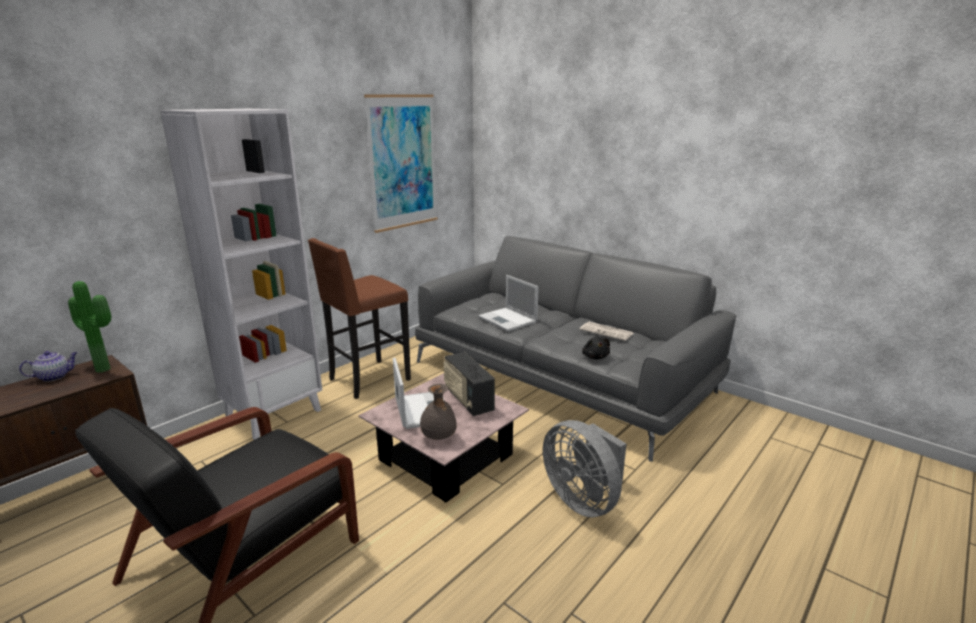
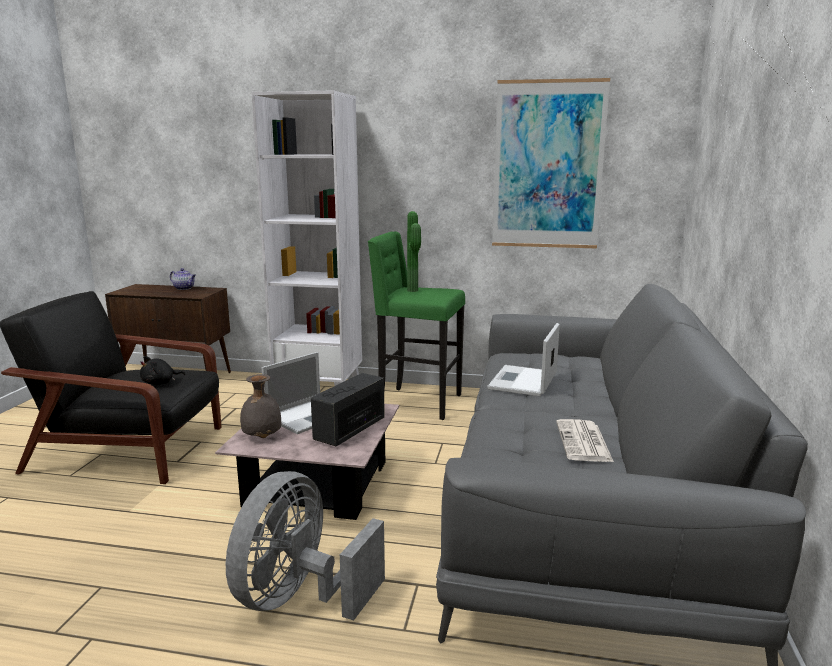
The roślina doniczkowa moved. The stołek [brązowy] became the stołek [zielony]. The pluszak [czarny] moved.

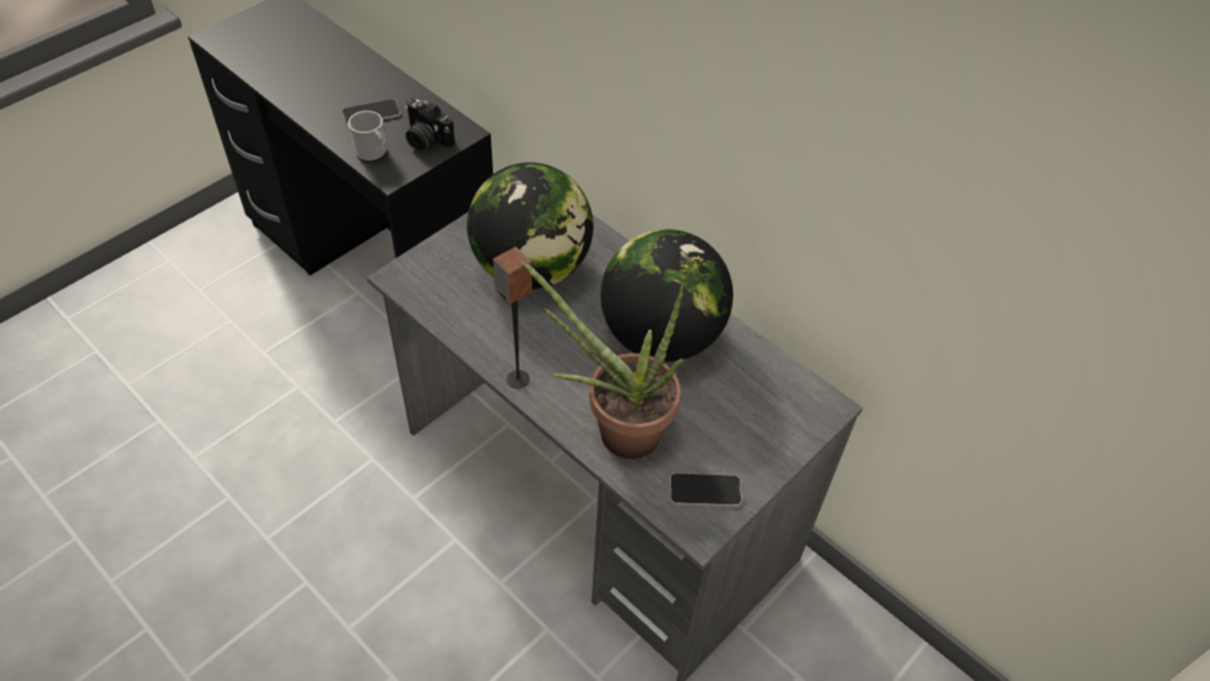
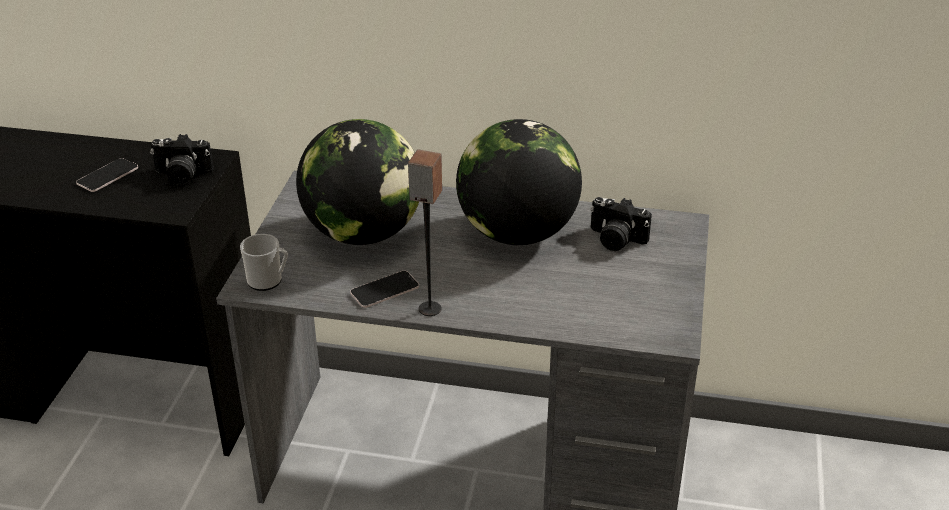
The kubek moved. The roślina doniczkowa disappeared. The telefon (no. 2 from left) moved. The aparat fotograficzny (no. 2 from left) appeared.

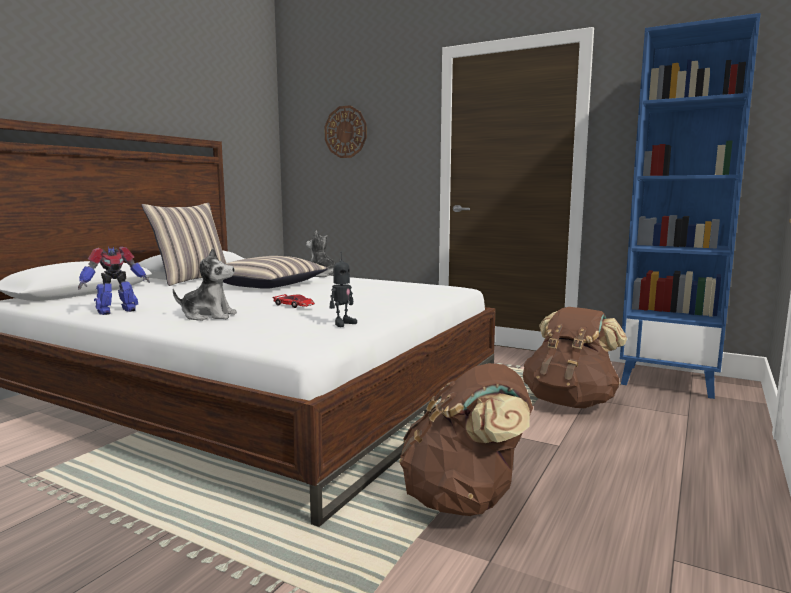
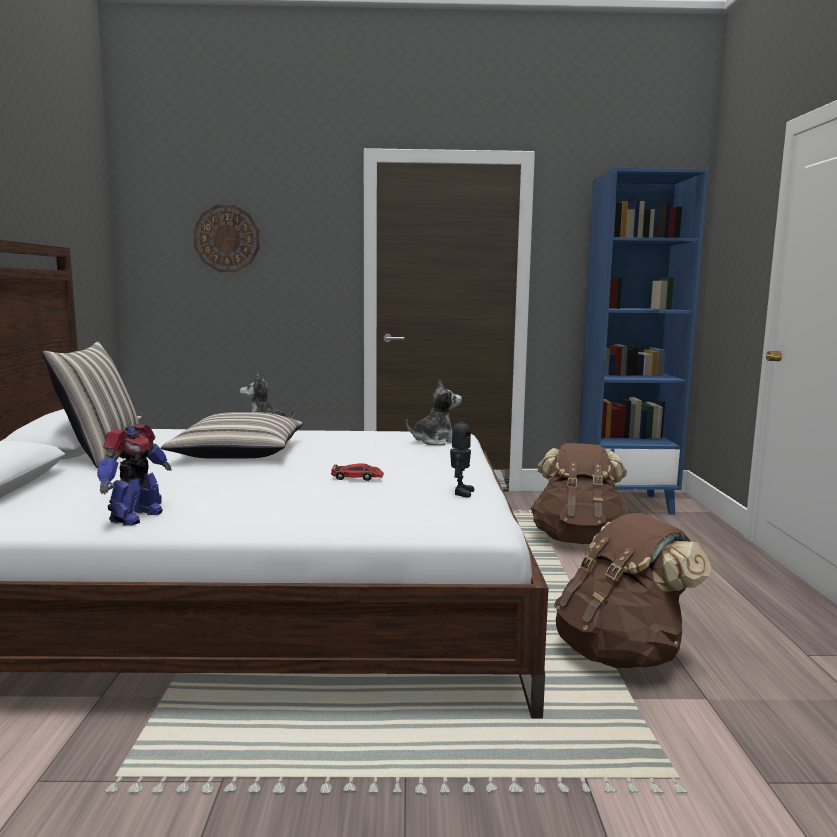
The pluszak (no. 1 from left in the first image) moved.

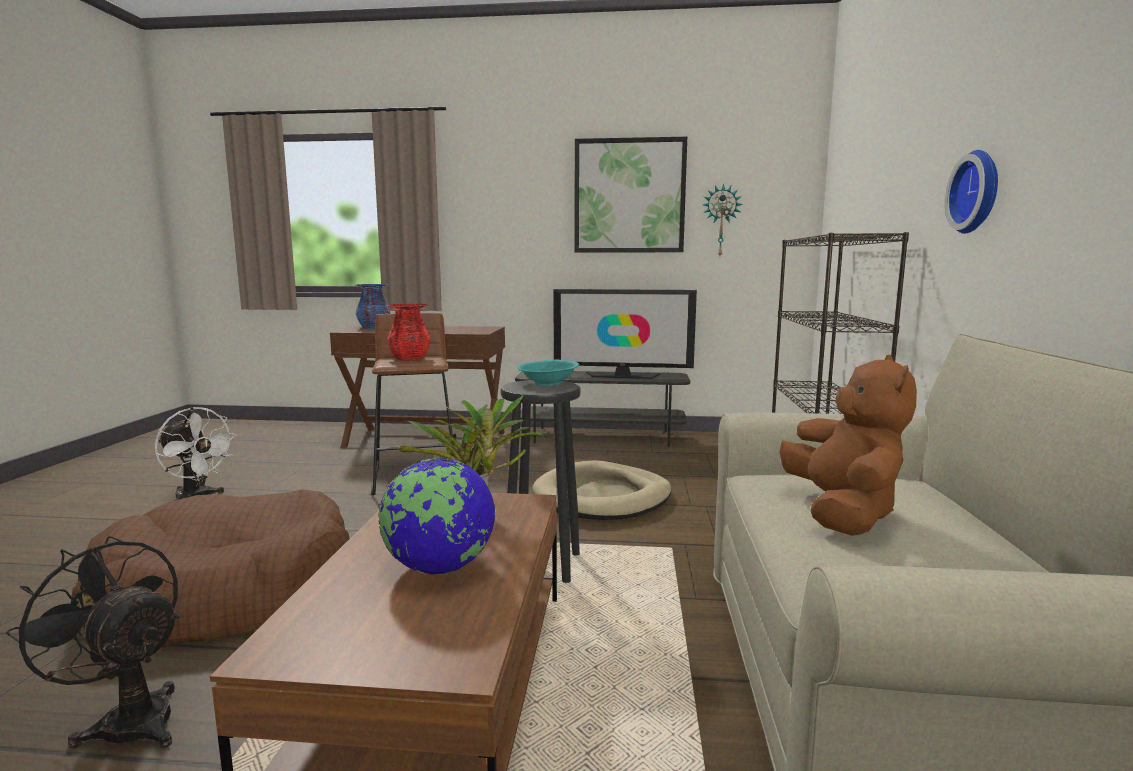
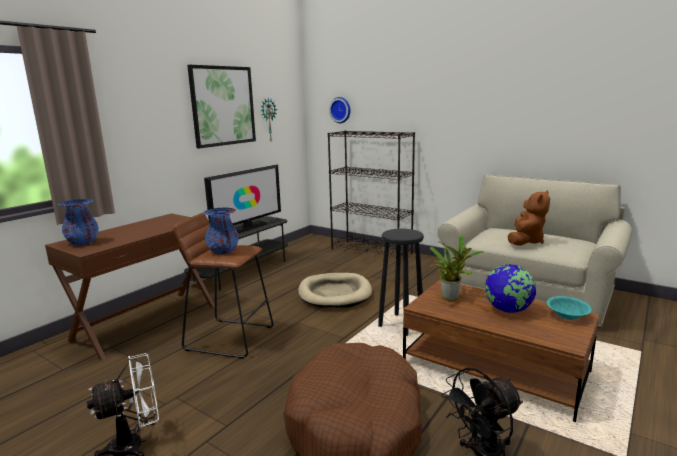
The wazon [czerwony] became the wazon [niebieski] (no. 2 from left). The miska [turkusowy] moved. The pluszak [brązowy] turned 90 degrees clockwise. The zegar ścienny (no. 2 from left) moved.

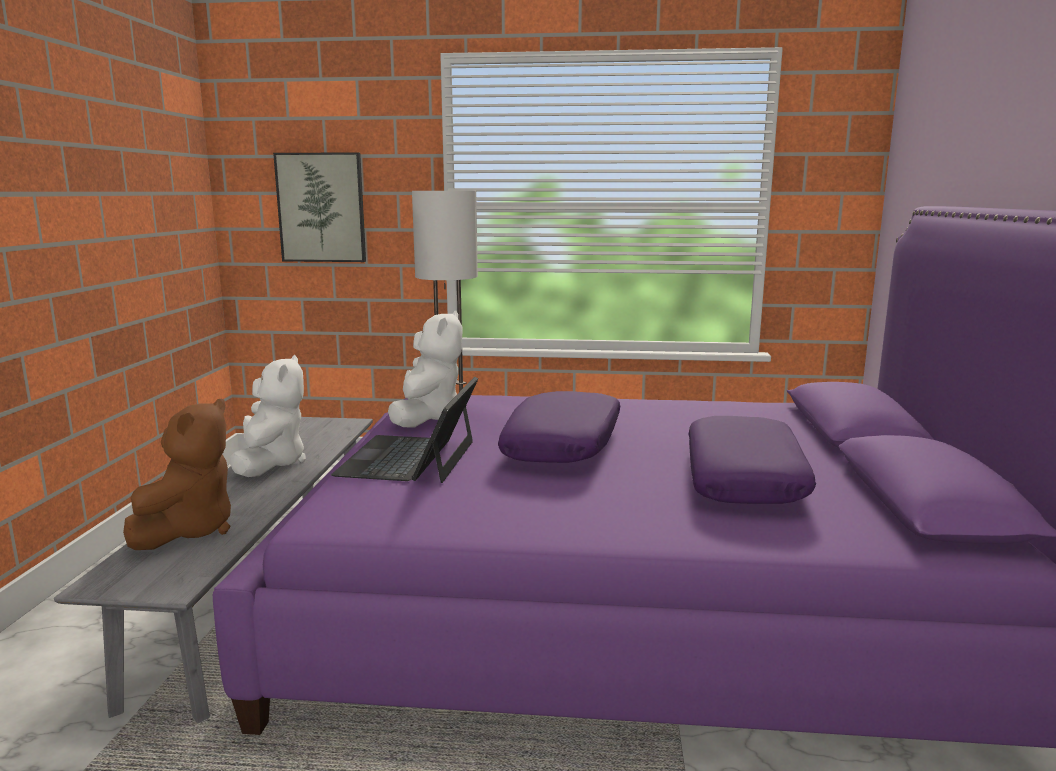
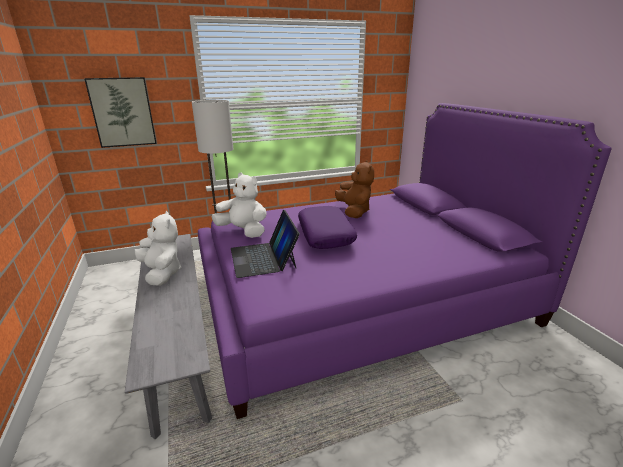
The pluszak [brązowy] moved. The pluszak [biały] (no. 2 from left) turned 45 degrees counterclockwise. The poduszka [fioletowy] (no. 2 from left) disappeared.

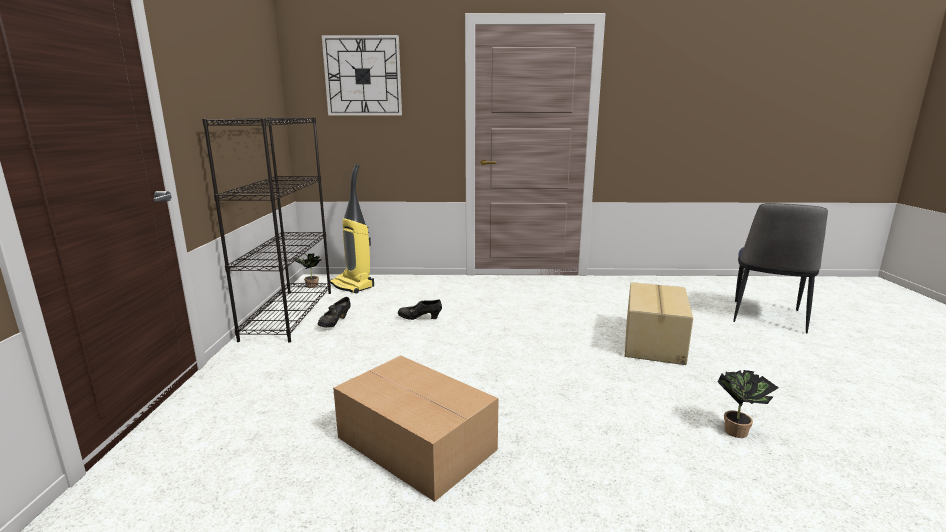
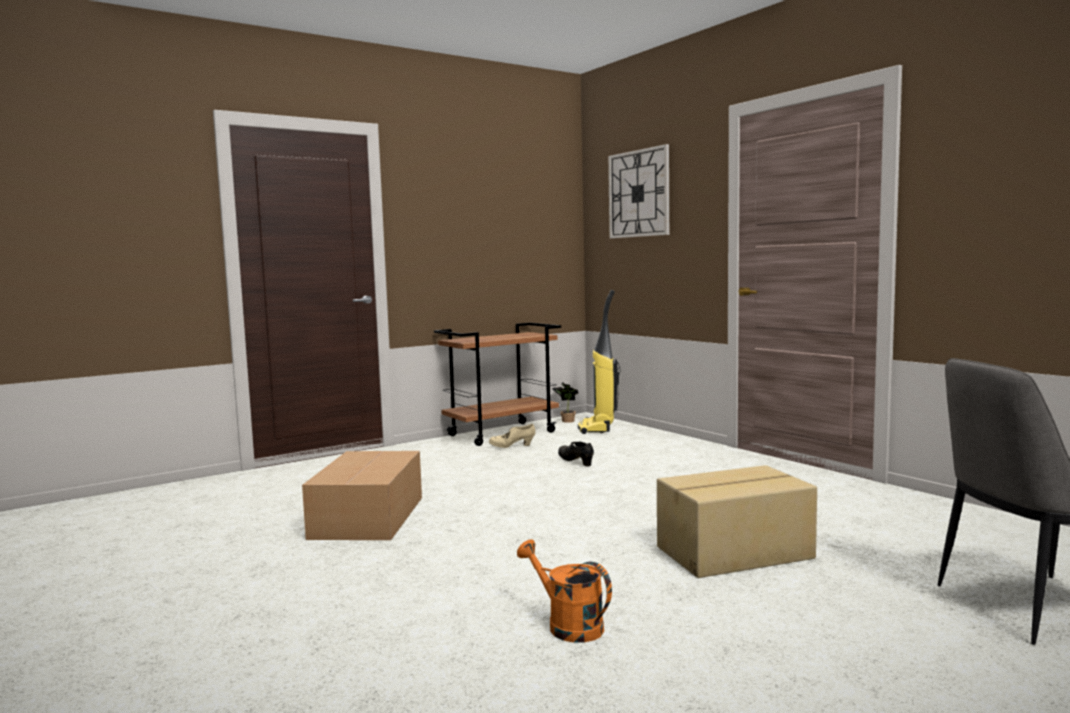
The regał [czarny] was replaced by the wózek [brązowy]. The but [czarny] (no. 1 from left) became the but [beżowy]. The roślina doniczkowa (no. 2 from left) was replaced by the konewka [pomarańczowy].

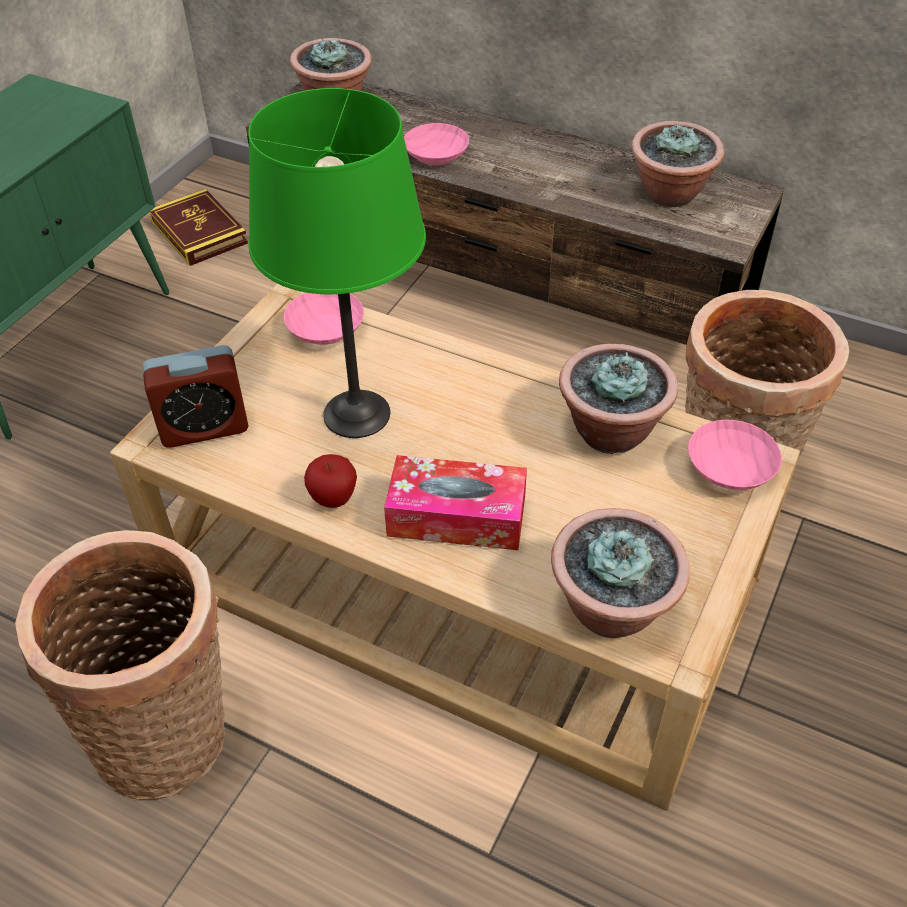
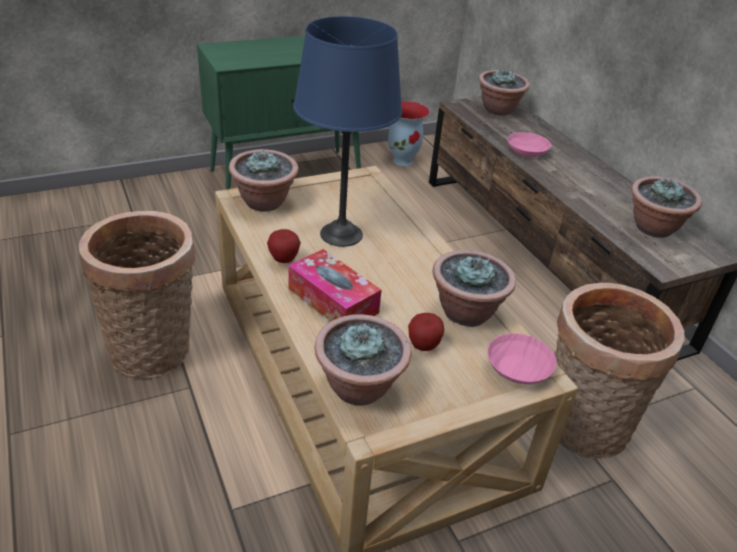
The budzik was replaced by the roślina doniczkowa (no. 1 from left). The książka was replaced by the wazon. The lampa stołowa [zielony] became the lampa stołowa [niebieski]. The miska [różowy] (no. 1 from left) disappeared. The jabłko (no. 2 from left) appeared.

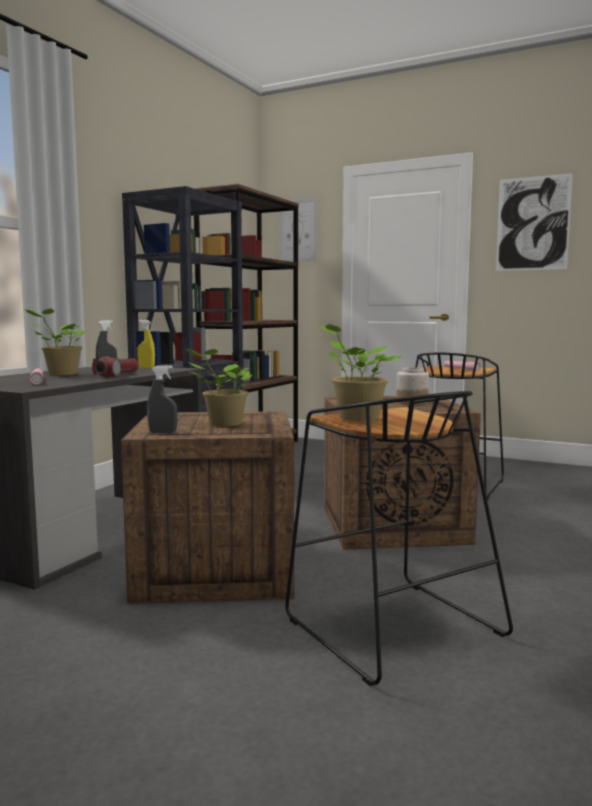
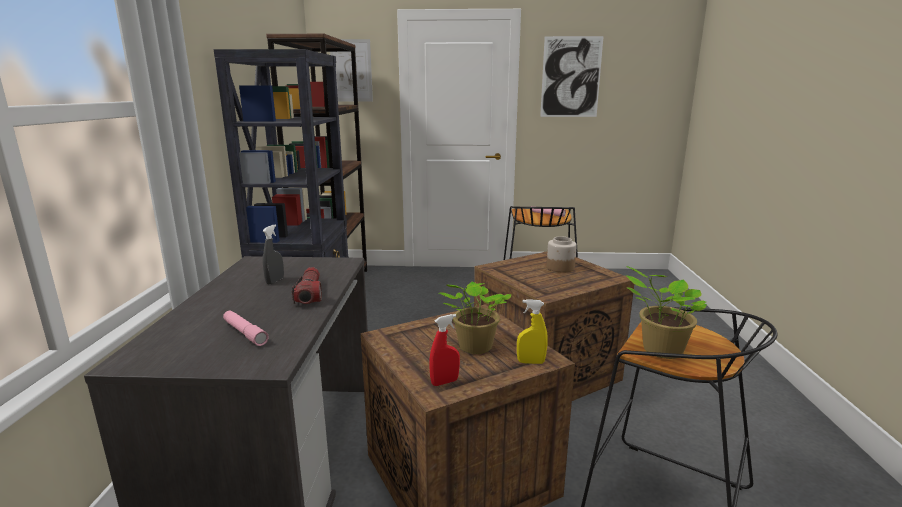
The roślina doniczkowa (no. 1 from left) disappeared. The spryskiwacz [żółty] moved. The spryskiwacz [szary] (no. 2 from left) became the spryskiwacz [czerwony].

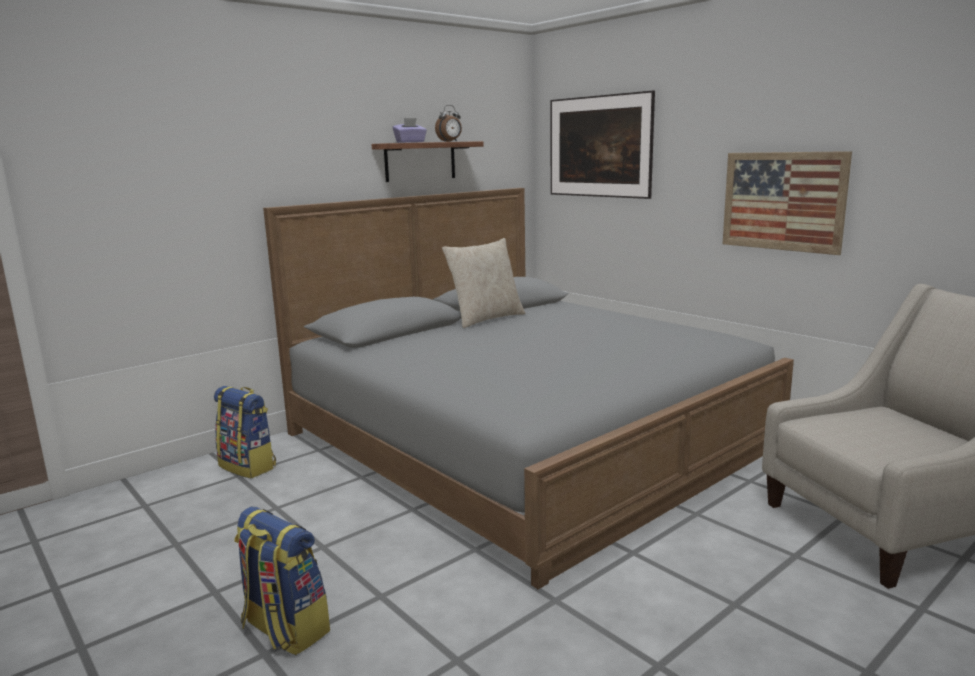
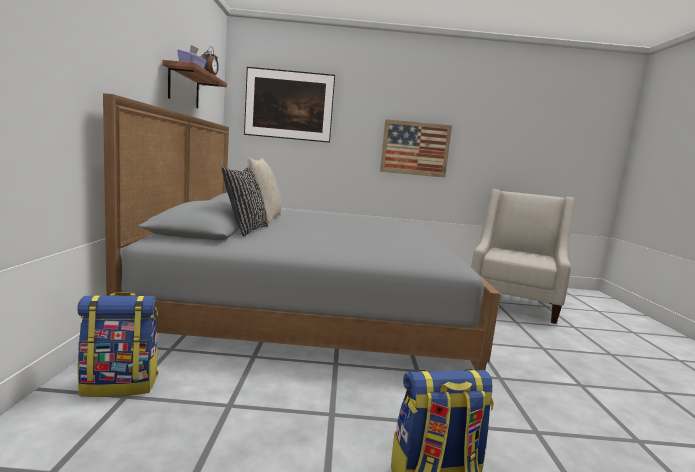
The poduszka [czarny] appeared.

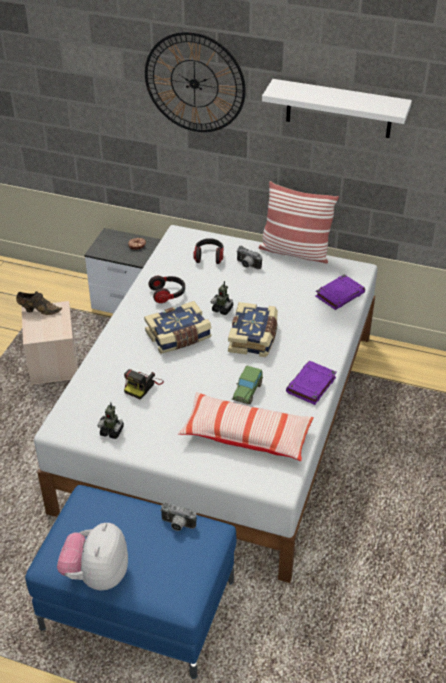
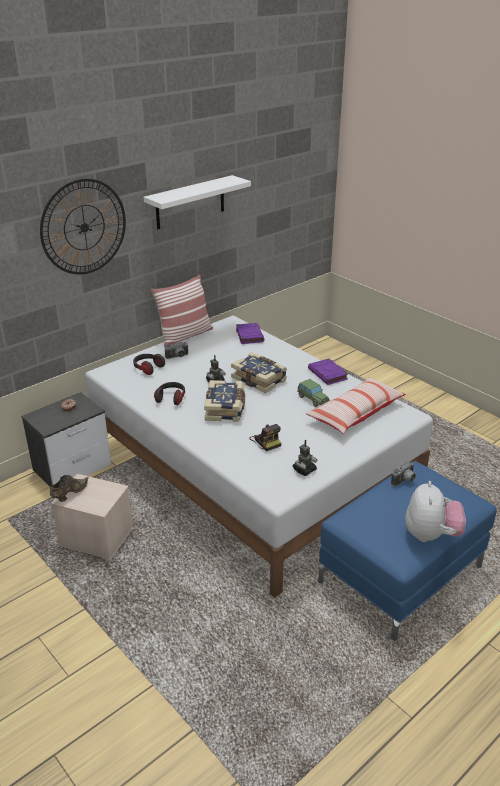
The pluszak turned 120 degrees counterclockwise.

